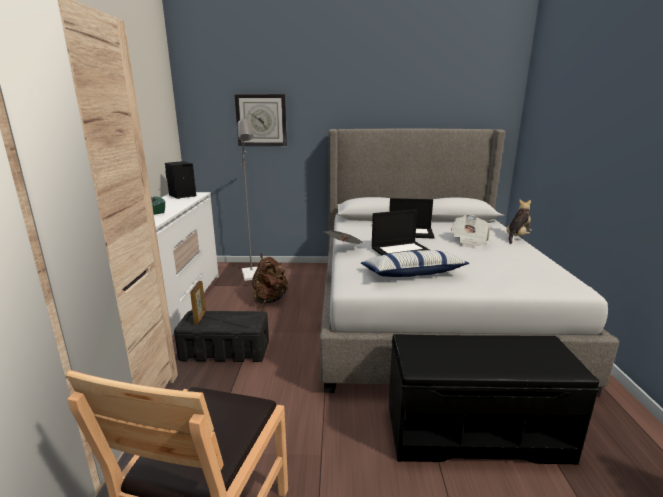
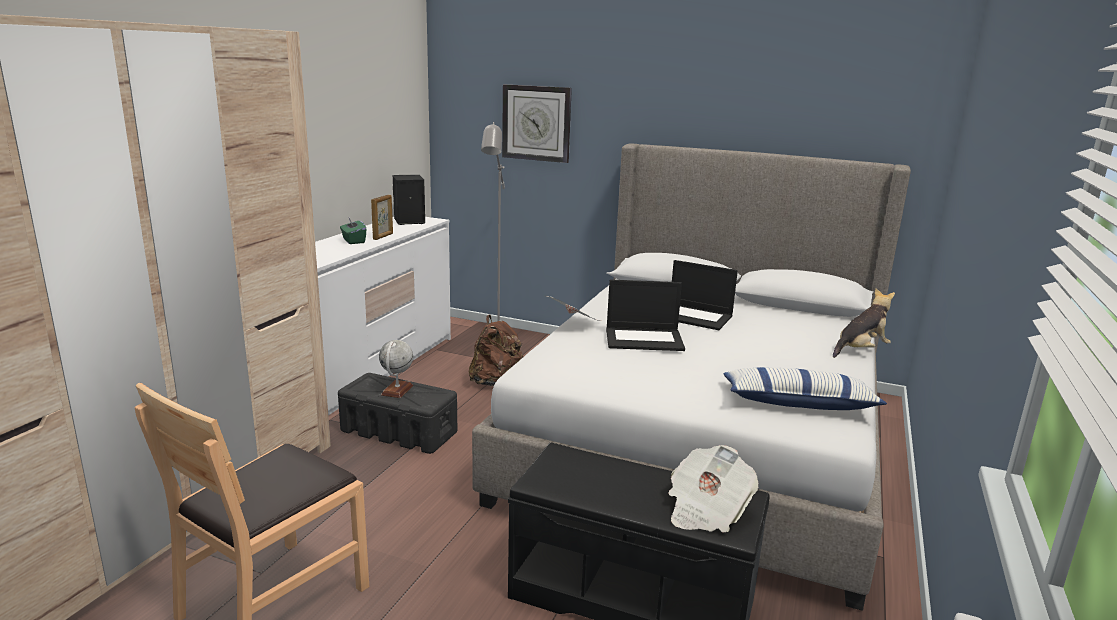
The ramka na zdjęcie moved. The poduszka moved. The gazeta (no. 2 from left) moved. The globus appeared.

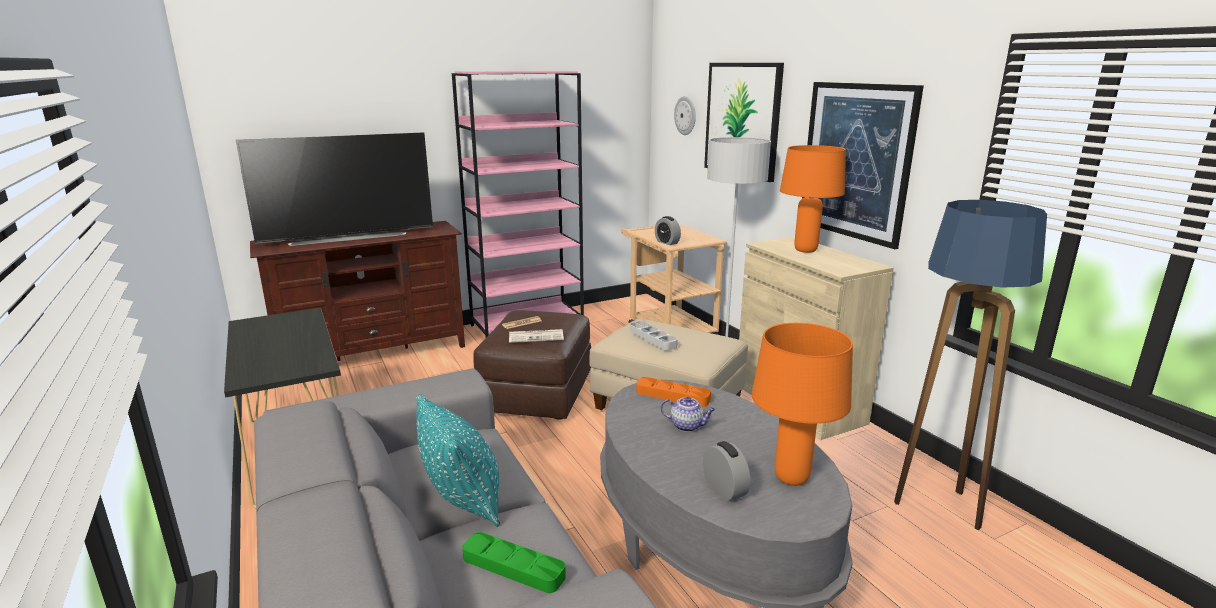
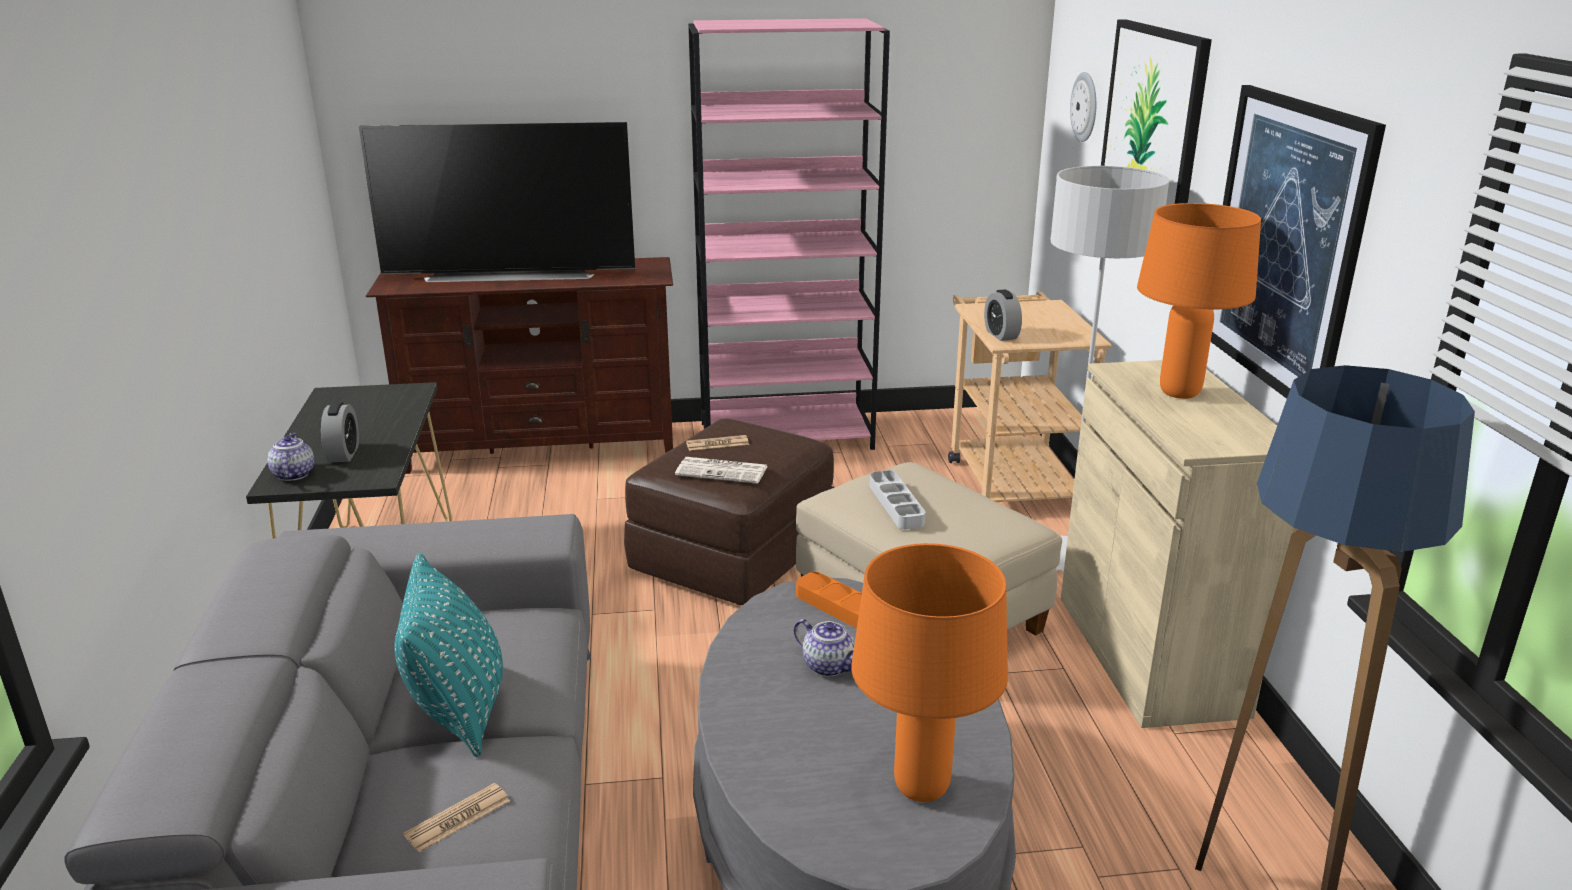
The taca [zielony] was replaced by the gazeta (no. 1 from left). The budzik (no. 2 from left in the first image) moved. The imbryk (no. 1 from left) appeared.

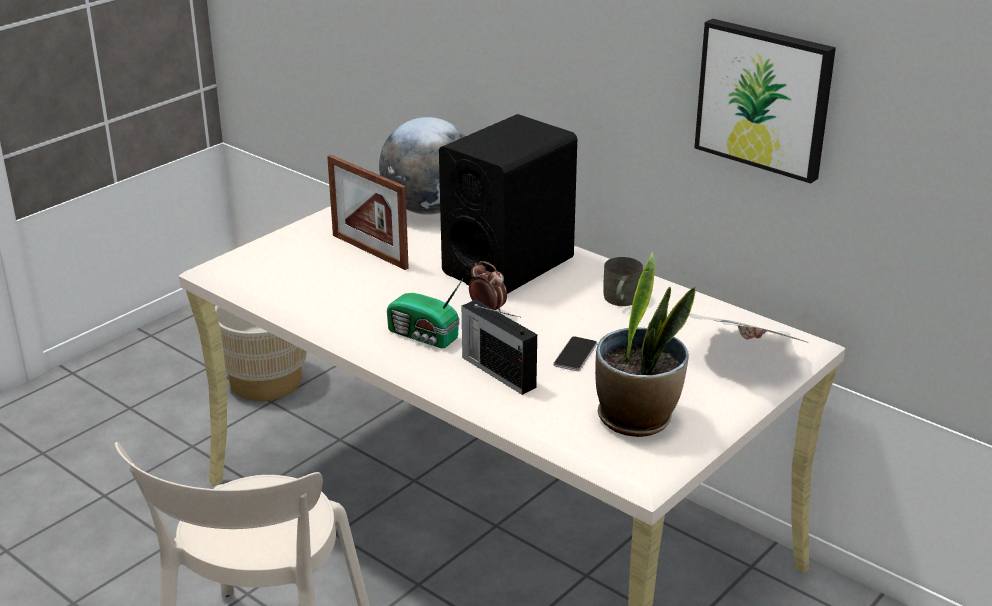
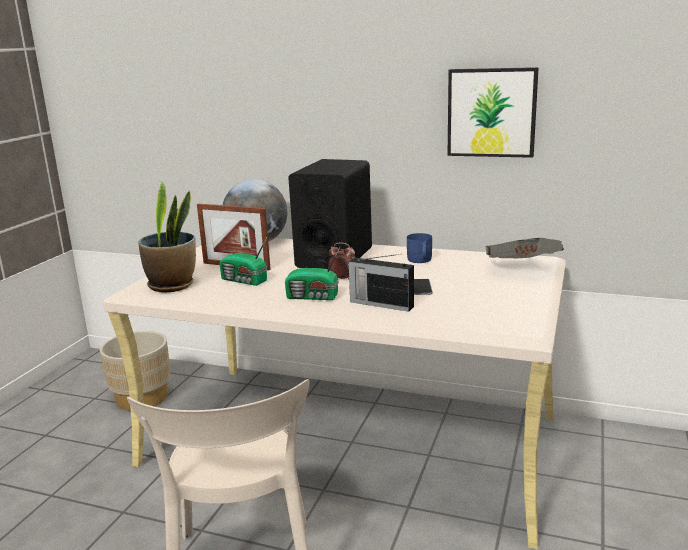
The roślina doniczkowa moved. The kubek [szary] became the kubek [niebieski]. The radio (no. 1 from left) appeared.

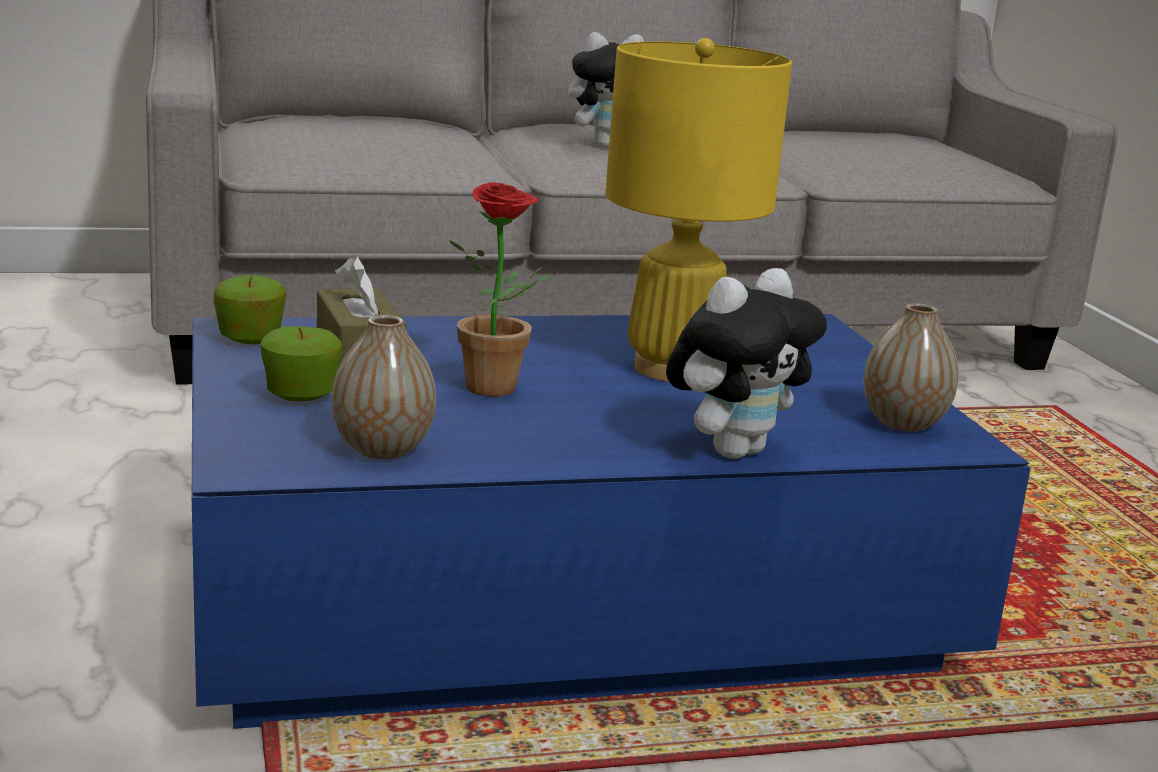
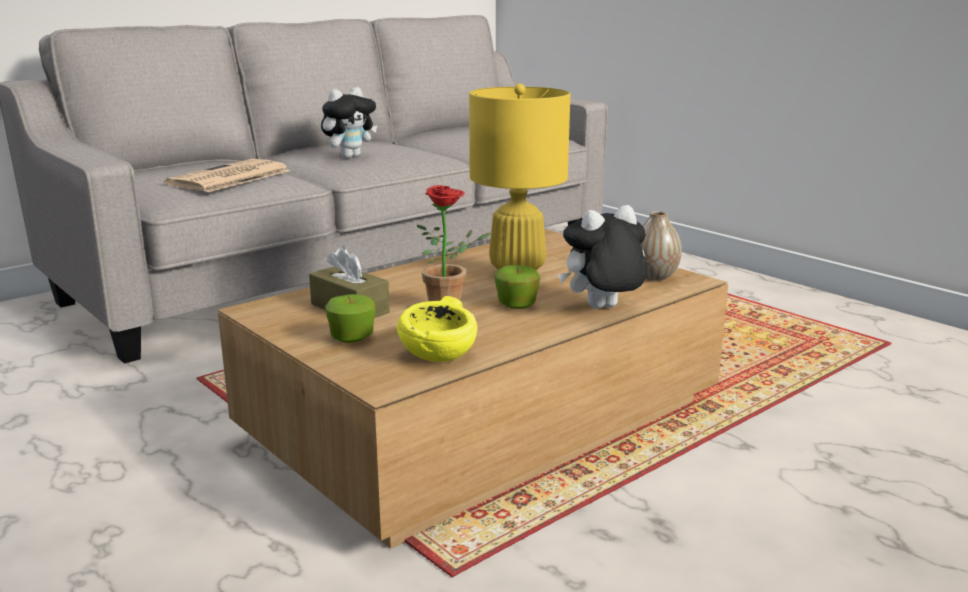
The ława [niebieski] became the ława [brązowy]. The jabłko (no. 1 from left in the first image) moved. The wazon (no. 1 from left) was replaced by the miska [żółty]. The pluszak (no. 2 from left) turned 135 degrees counterclockwise. The gazeta appeared.

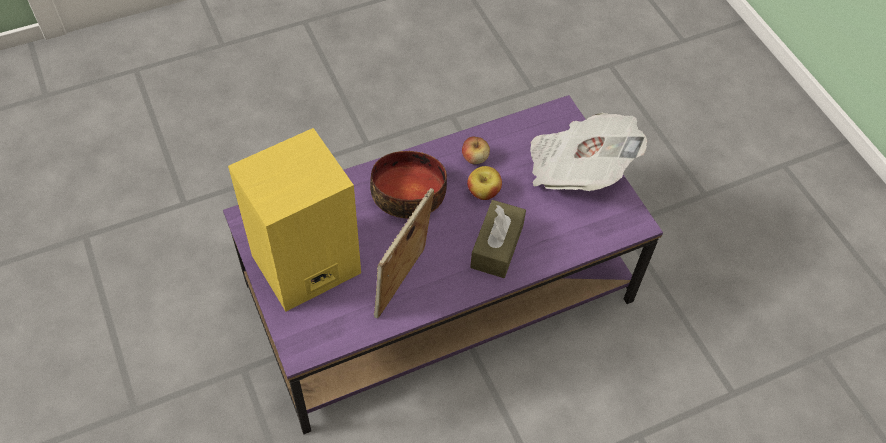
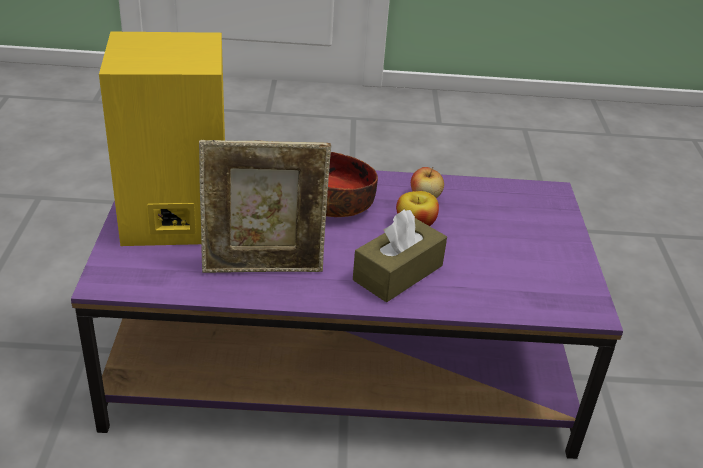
The ramka na zdjęcie turned 150 degrees counterclockwise. The gazeta disappeared.

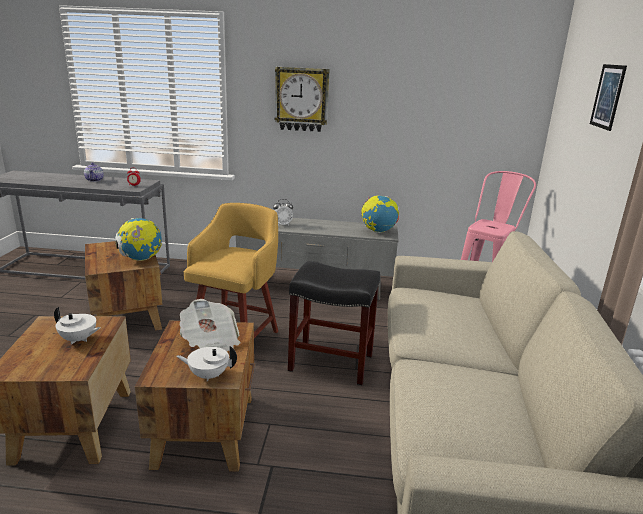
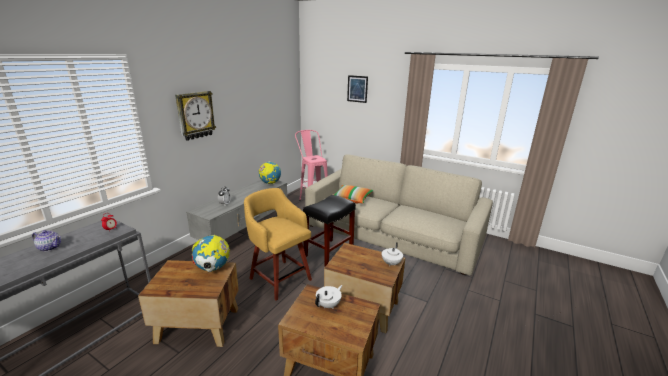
The gazeta disappeared. The poduszka appeared.

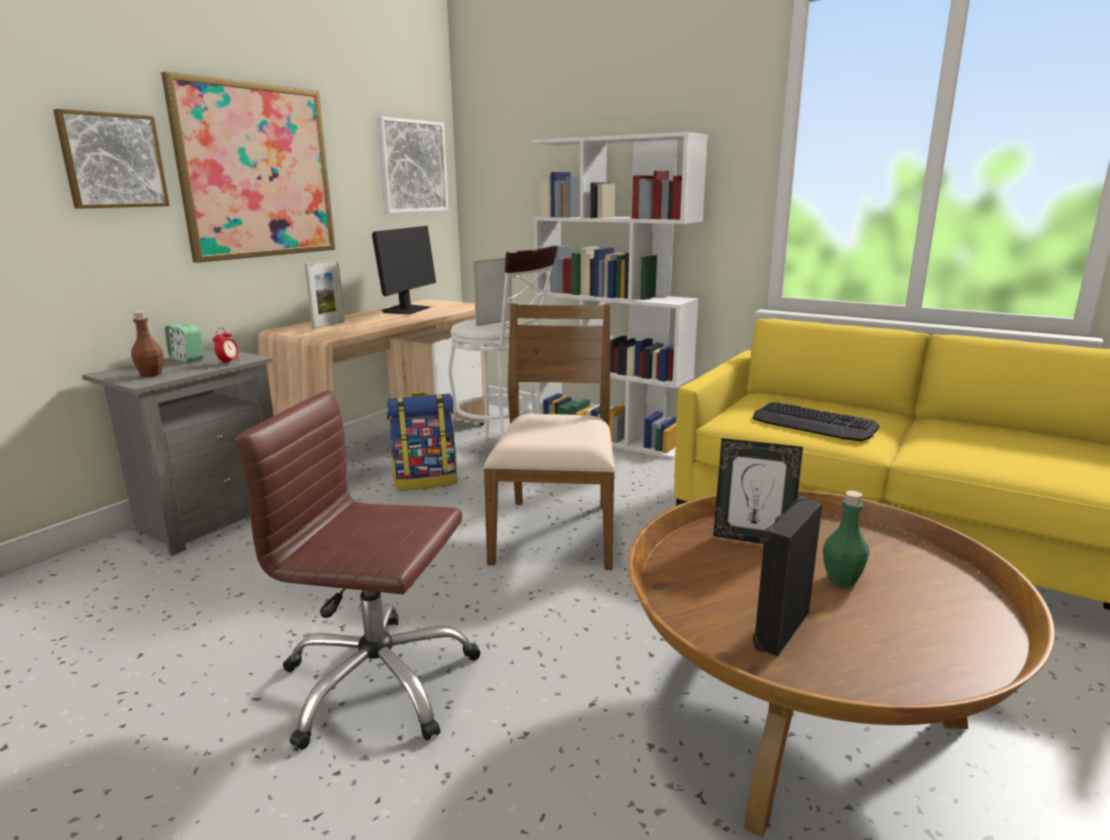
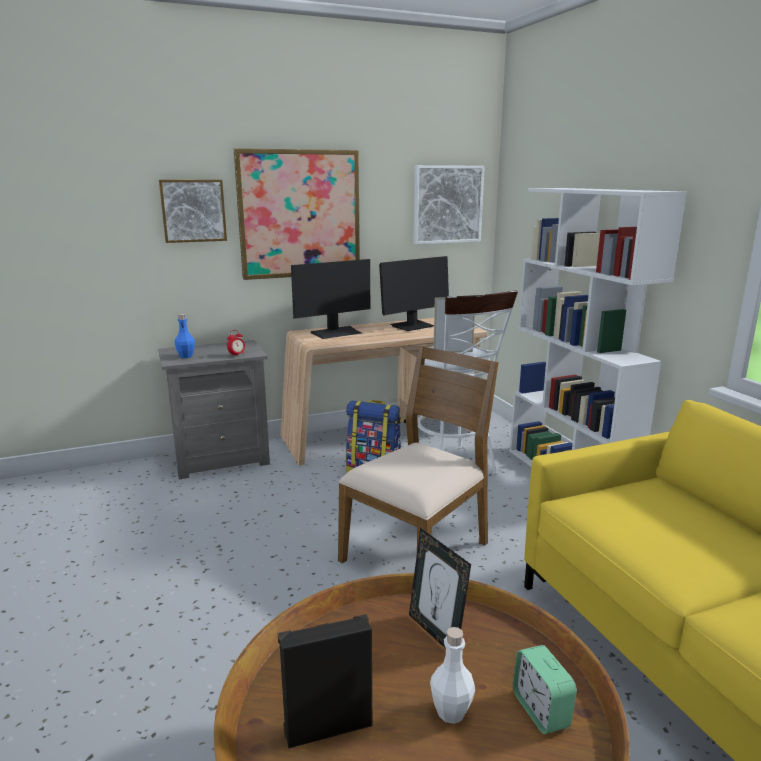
The butelka [brązowy] became the butelka [niebieski]. The budzik (no. 1 from left in the first image) moved. The krzesło biurowe [brązowy] disappeared. The ramka na zdjęcie (no. 1 from left) was replaced by the monitor (no. 1 from left). The klawiatura disappeared. The butelka [zielony] became the butelka [biały].

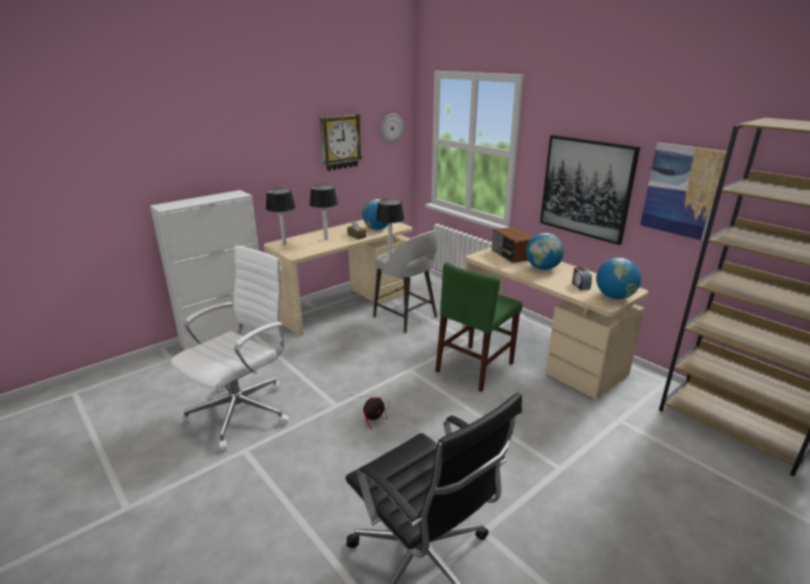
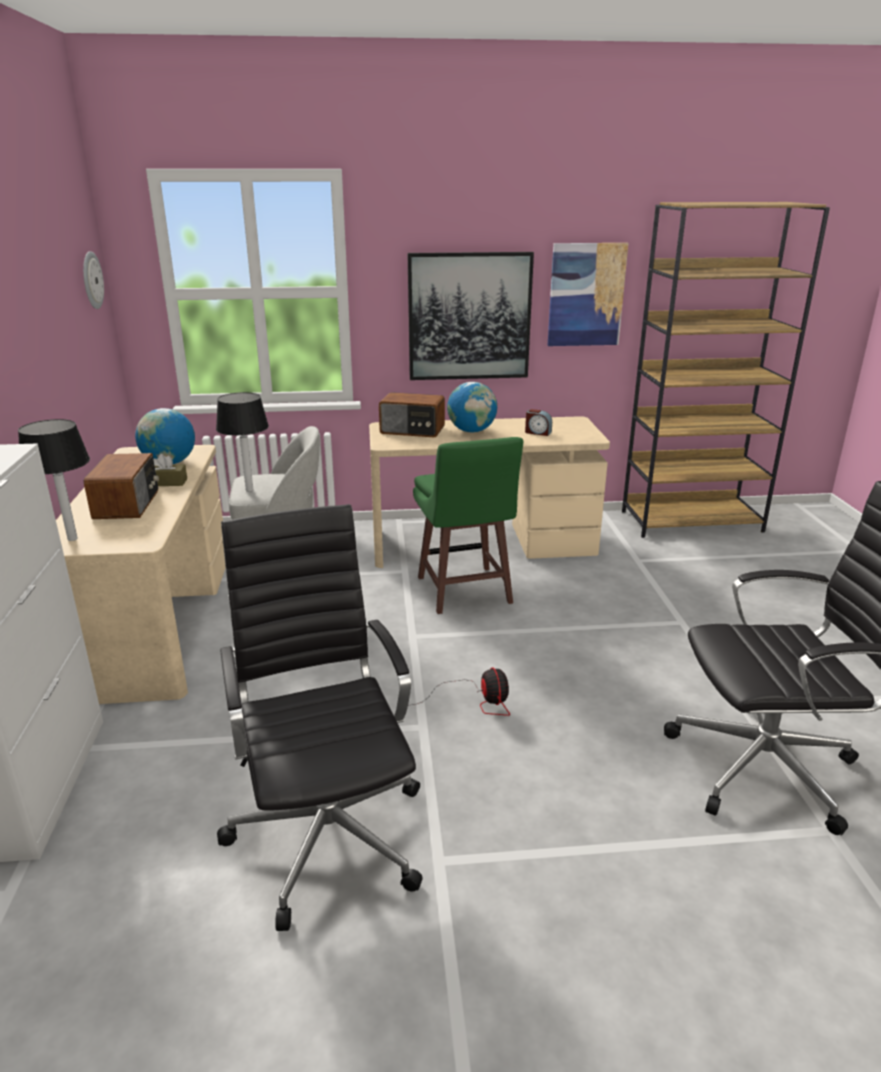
The krzesło biurowe [biały] became the krzesło biurowe [czarny] (no. 1 from left). The lampa stołowa (no. 2 from left) was replaced by the radio (no. 1 from left). The zegar ścienny (no. 1 from left) disappeared. The krzesło [zielony] was replaced by the stołek [zielony]. The globus (no. 3 from left) disappeared.

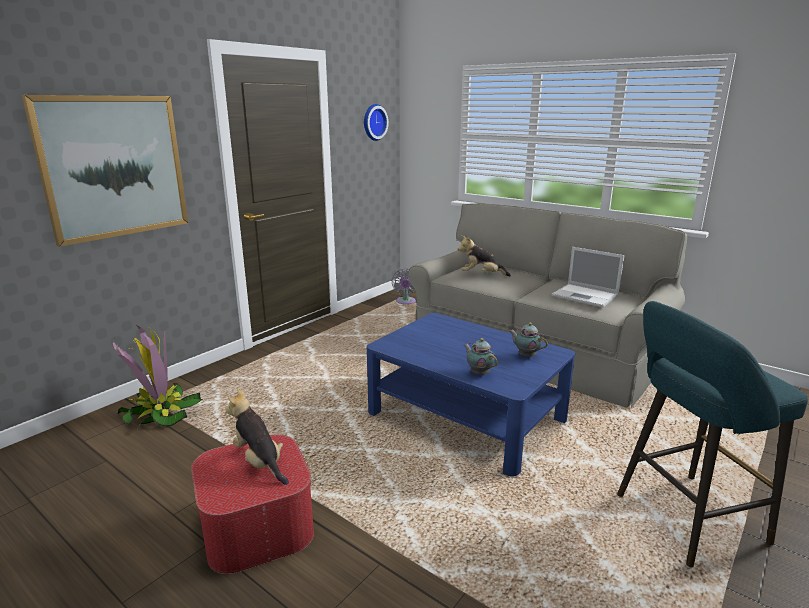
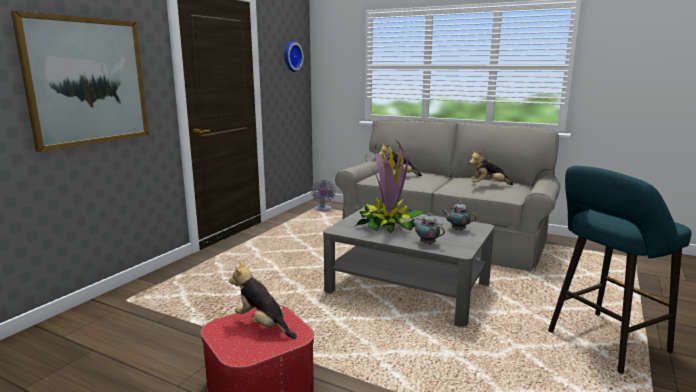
The roślina doniczkowa moved. The ława [niebieski] became the ława [szary]. The laptop was replaced by the pluszak (no. 3 from left).

